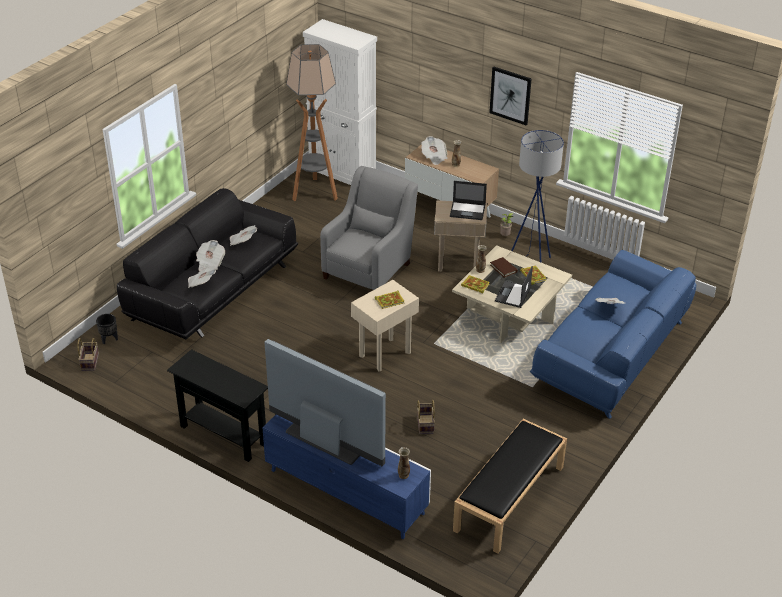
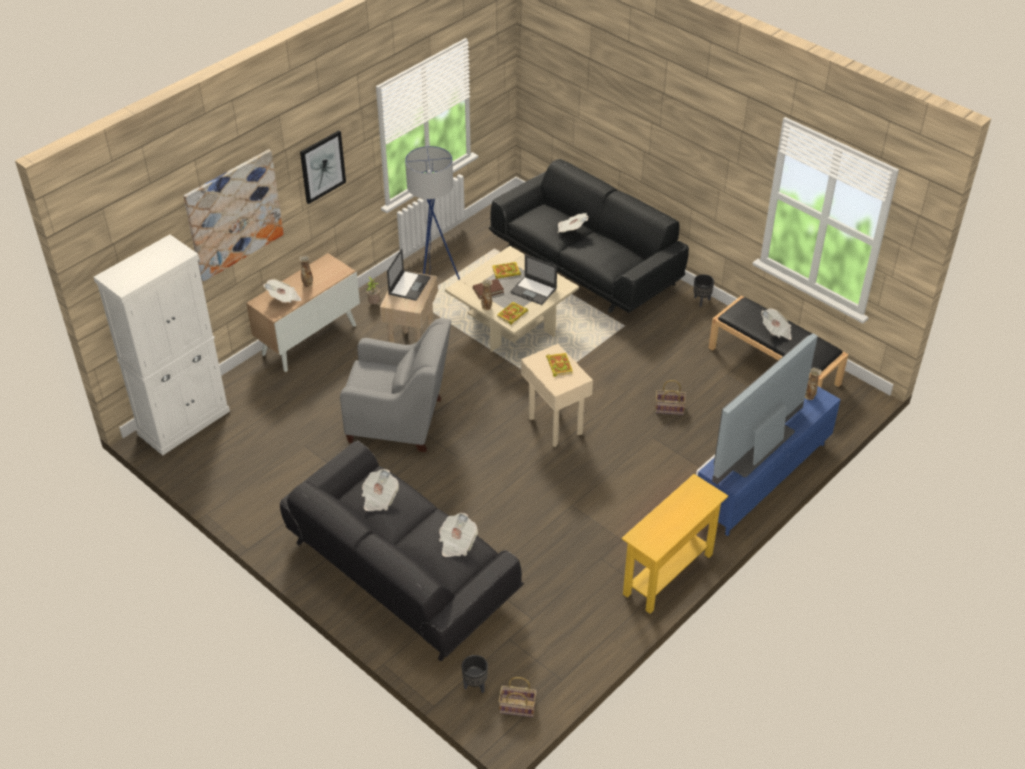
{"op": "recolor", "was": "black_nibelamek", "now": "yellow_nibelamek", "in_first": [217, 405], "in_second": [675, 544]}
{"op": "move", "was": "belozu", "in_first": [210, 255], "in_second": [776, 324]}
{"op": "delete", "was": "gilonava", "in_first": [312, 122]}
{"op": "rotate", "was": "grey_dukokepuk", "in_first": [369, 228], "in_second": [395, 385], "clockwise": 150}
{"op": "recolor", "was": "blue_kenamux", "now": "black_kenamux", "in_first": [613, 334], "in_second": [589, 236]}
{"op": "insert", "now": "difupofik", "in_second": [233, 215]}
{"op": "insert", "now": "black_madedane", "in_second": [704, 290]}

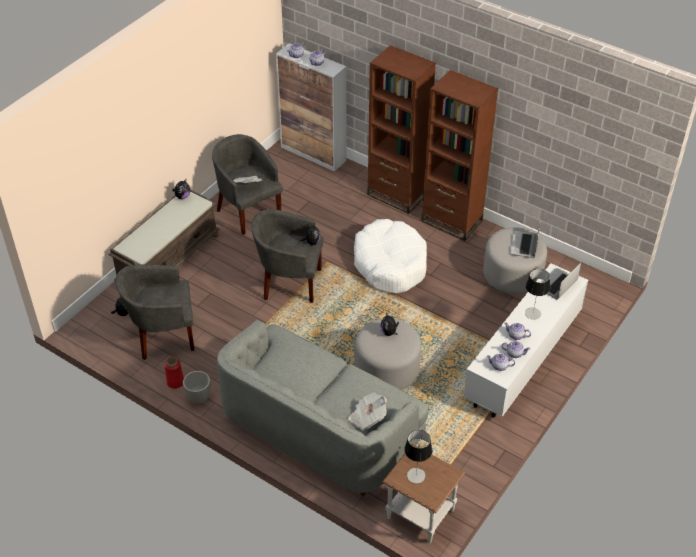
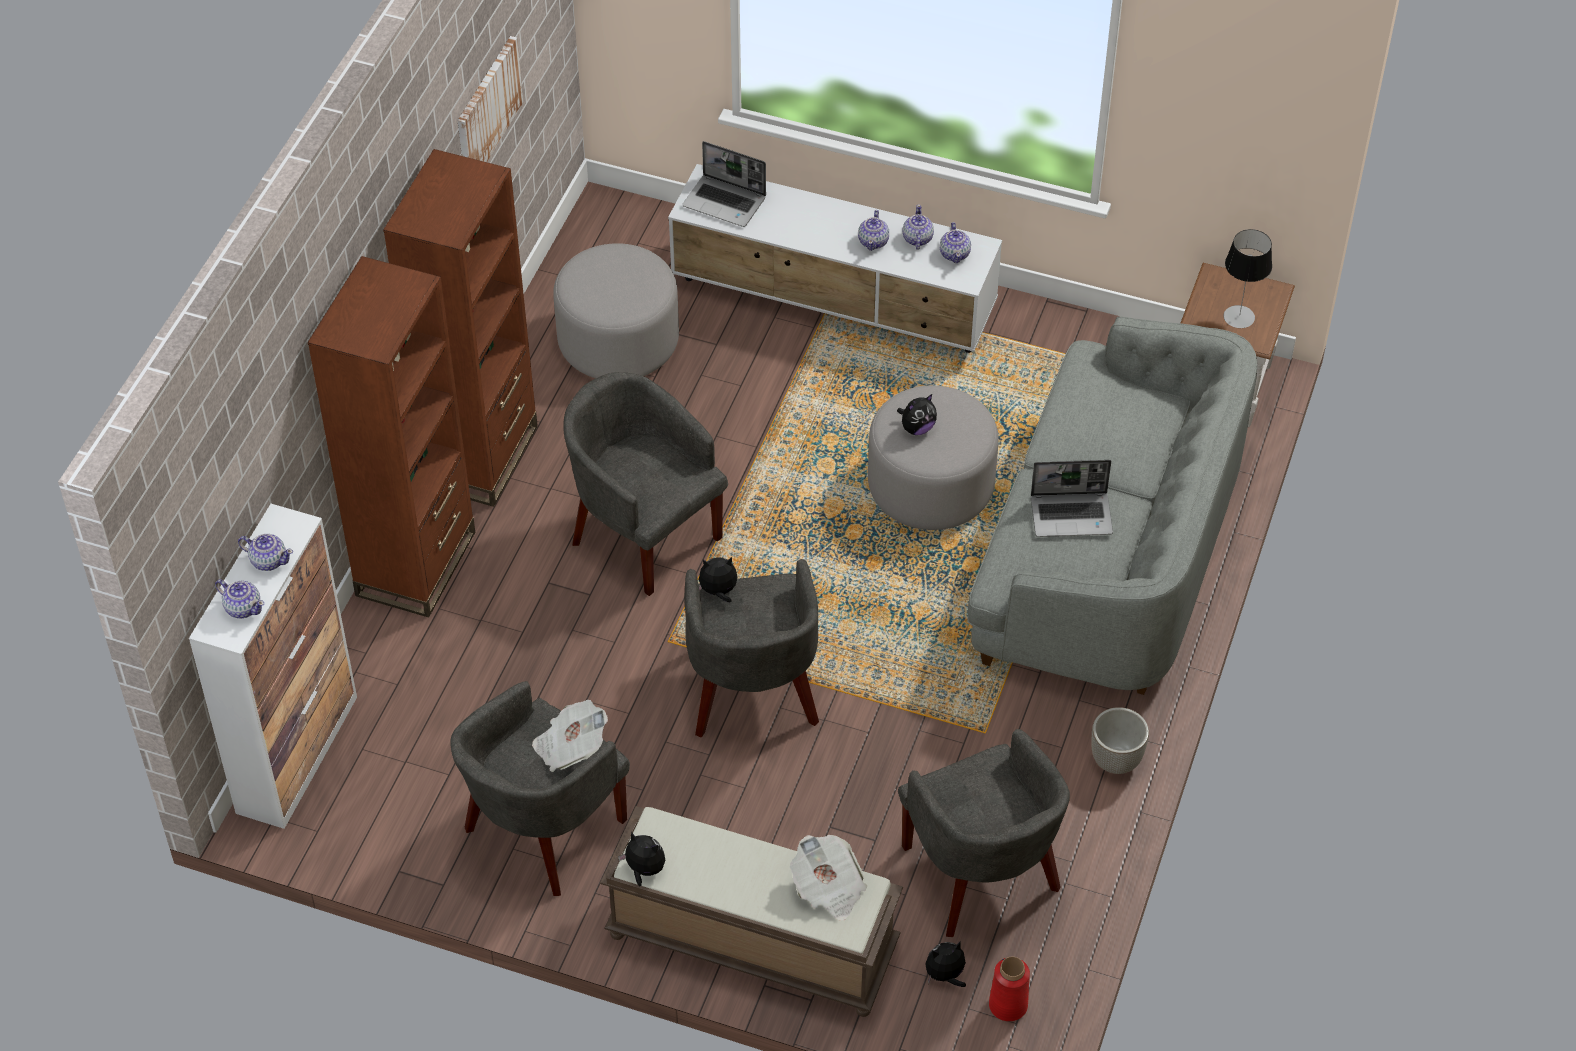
{"op": "move", "was": "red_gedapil", "in_first": [174, 373], "in_second": [1009, 989]}
{"op": "move", "was": "belozu", "in_first": [367, 411], "in_second": [828, 878]}
{"op": "replace", "was": "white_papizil", "now": "grey_dukokepuk", "in_first": [390, 256], "in_second": [645, 484]}
{"op": "move", "was": "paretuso", "in_first": [525, 237], "in_second": [1072, 498]}
{"op": "delete", "was": "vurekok", "in_first": [537, 294]}
{"op": "insert", "now": "difupofik", "in_second": [490, 99]}

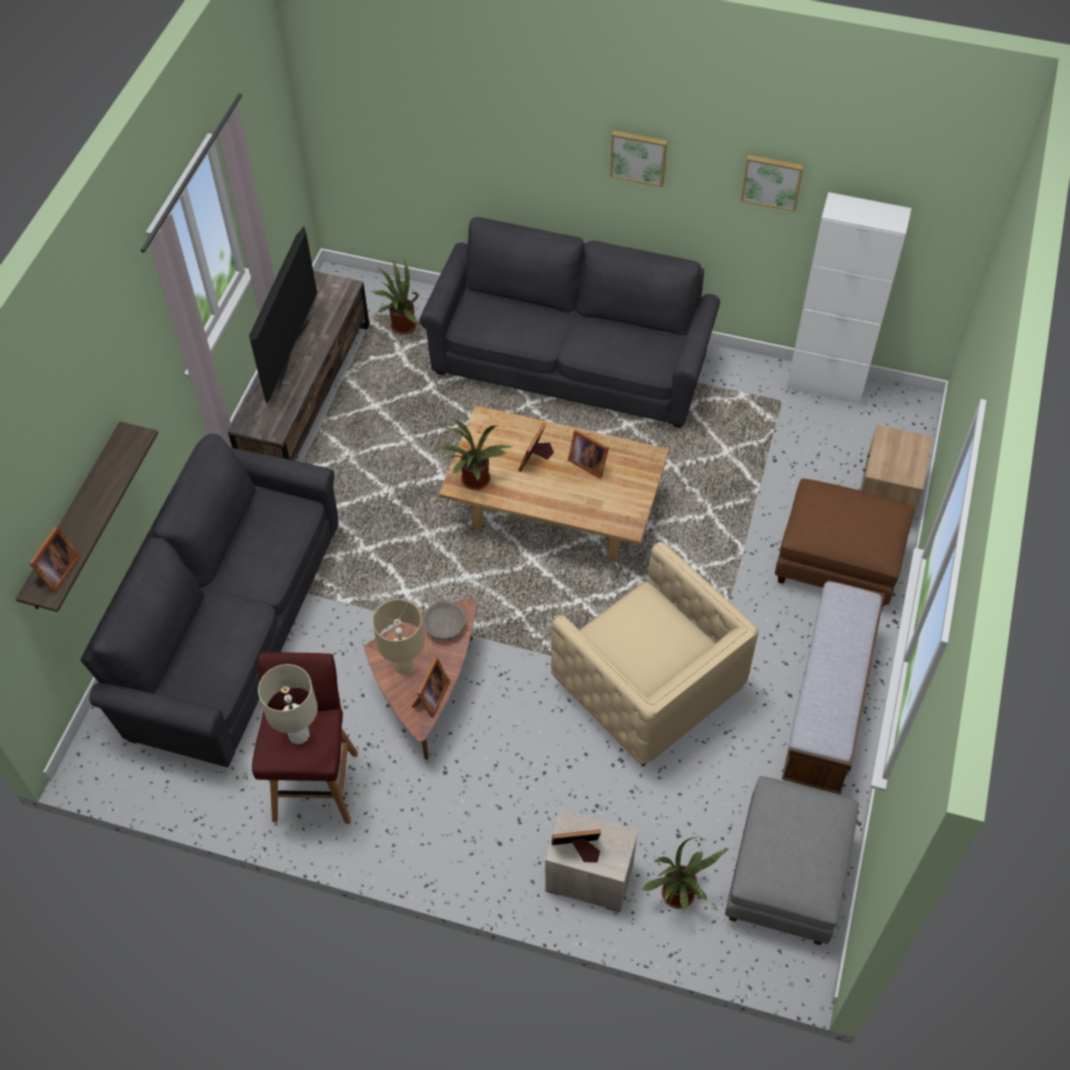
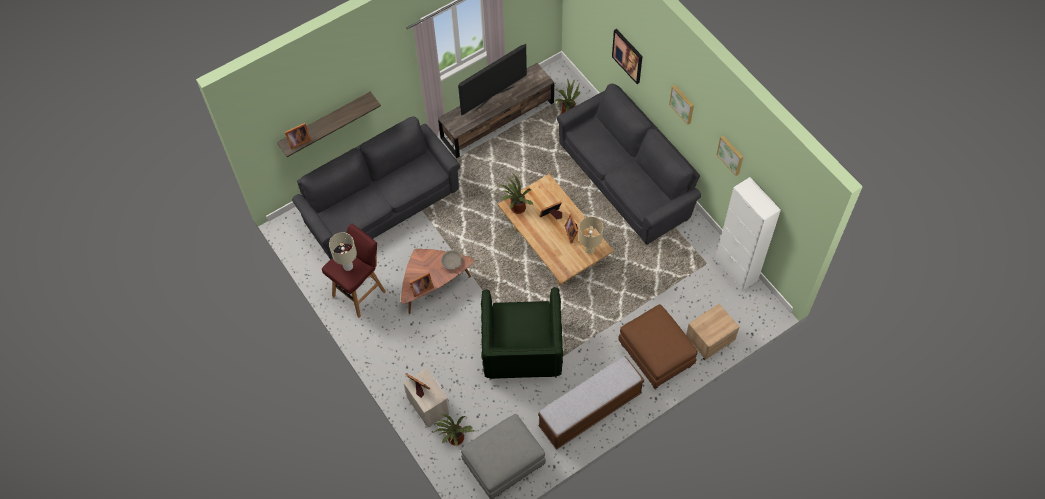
{"op": "move", "was": "beige_vurekok", "in_first": [398, 637], "in_second": [591, 235]}
{"op": "recolor", "was": "beige_dukokepuk", "now": "green_dukokepuk", "in_first": [655, 654], "in_second": [522, 333]}
{"op": "insert", "now": "difupofik", "in_second": [627, 56]}

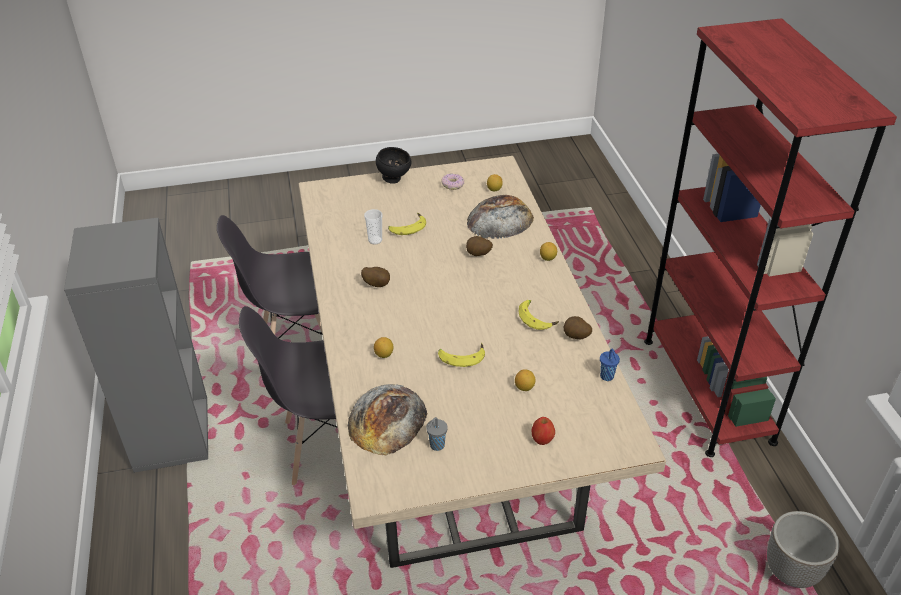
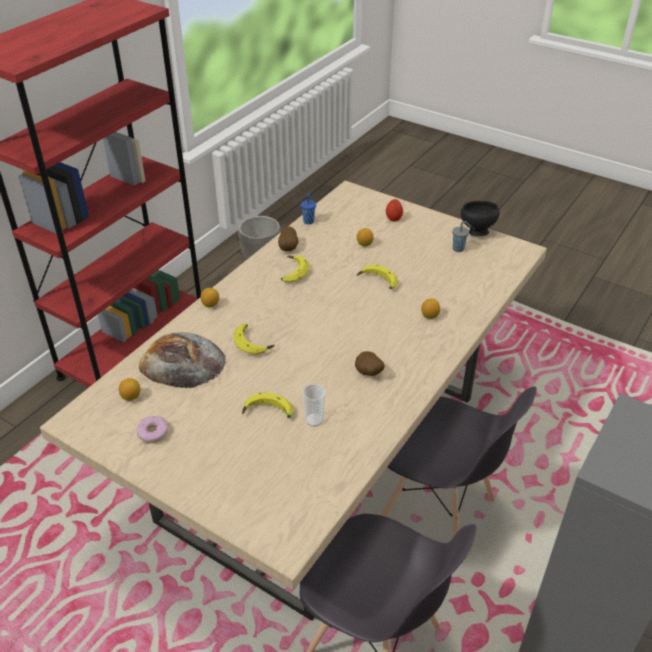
{"op": "delete", "was": "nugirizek", "in_first": [388, 419]}
{"op": "move", "was": "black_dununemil", "in_first": [393, 165], "in_second": [480, 218]}
{"op": "replace", "was": "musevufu", "now": "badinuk", "in_first": [479, 246], "in_second": [254, 339]}

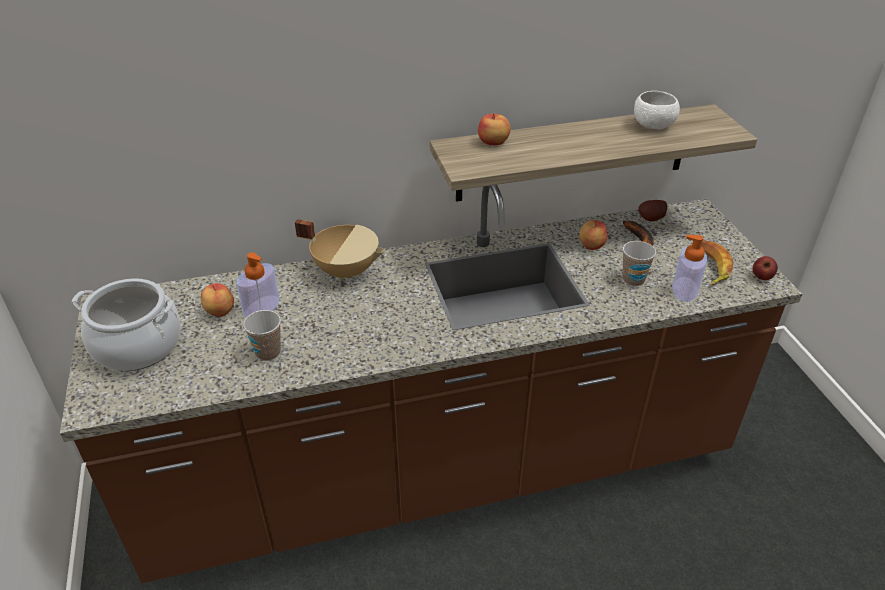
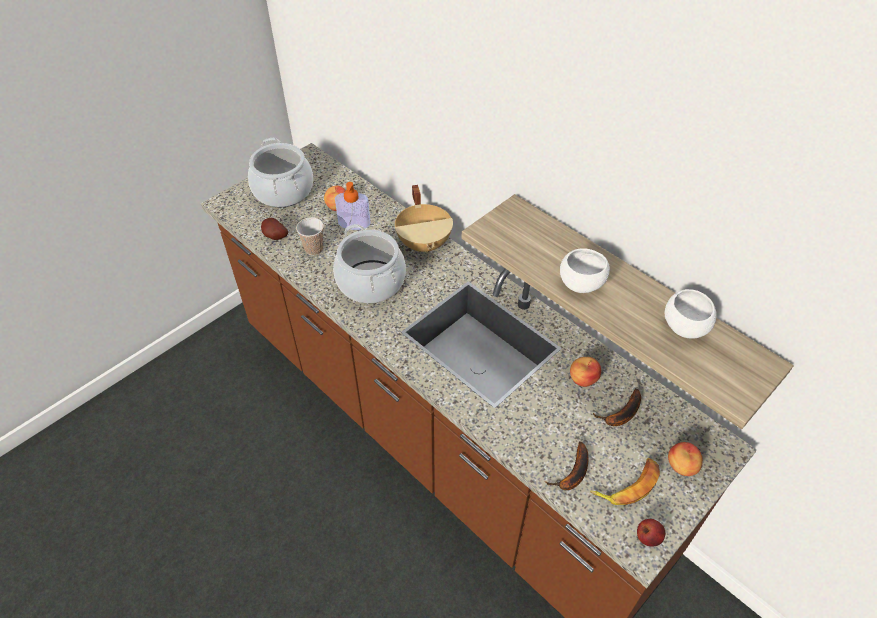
{"op": "move", "was": "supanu", "in_first": [494, 129], "in_second": [685, 459]}
{"op": "delete", "was": "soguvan", "in_first": [639, 263]}
{"op": "move", "was": "musevufu", "in_first": [653, 210], "in_second": [274, 229]}
{"op": "replace", "was": "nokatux", "now": "badinuk", "in_first": [689, 268], "in_second": [567, 465]}
{"op": "insert", "now": "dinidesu", "in_second": [369, 263]}
{"op": "insert", "now": "white_dununemil", "in_second": [585, 270]}

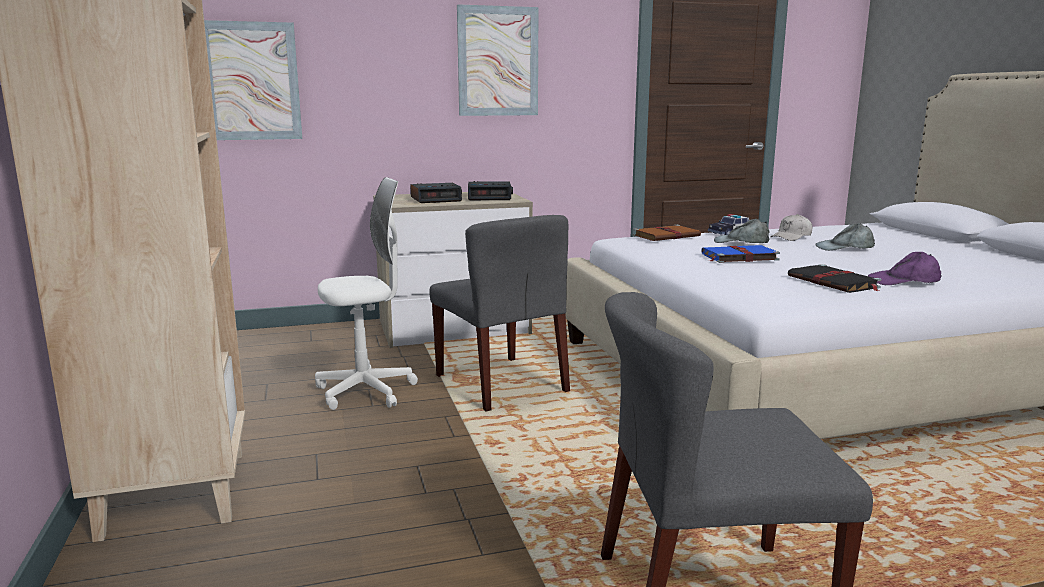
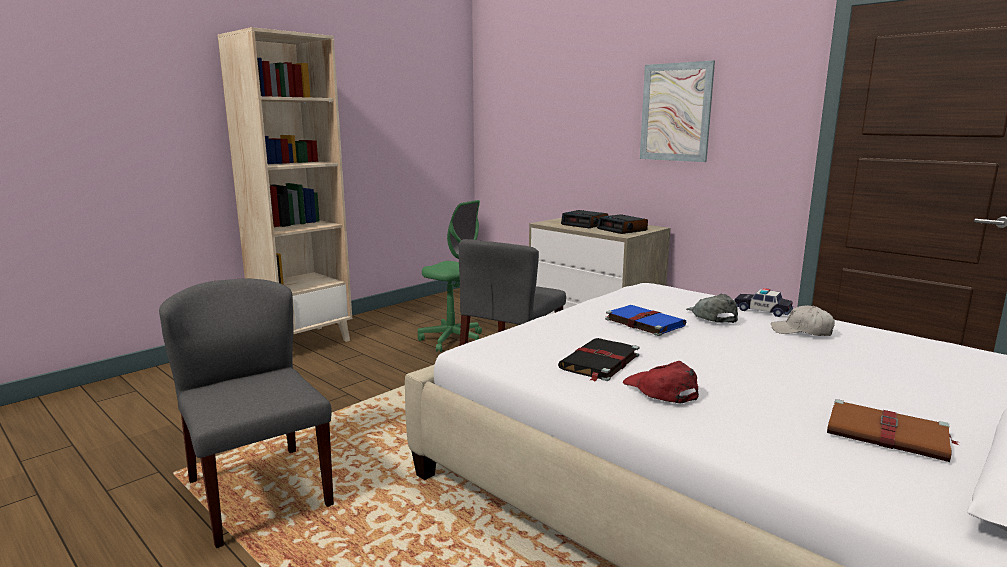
{"op": "delete", "was": "difupofik", "in_first": [253, 80]}
{"op": "recolor", "was": "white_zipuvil", "now": "green_zipuvil", "in_first": [366, 293], "in_second": [450, 276]}
{"op": "move", "was": "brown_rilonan", "in_first": [667, 233], "in_second": [893, 430]}
{"op": "delete", "was": "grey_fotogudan", "in_first": [845, 237]}
{"op": "recolor", "was": "purple_fotogudan", "now": "red_fotogudan", "in_first": [905, 268], "in_second": [661, 382]}

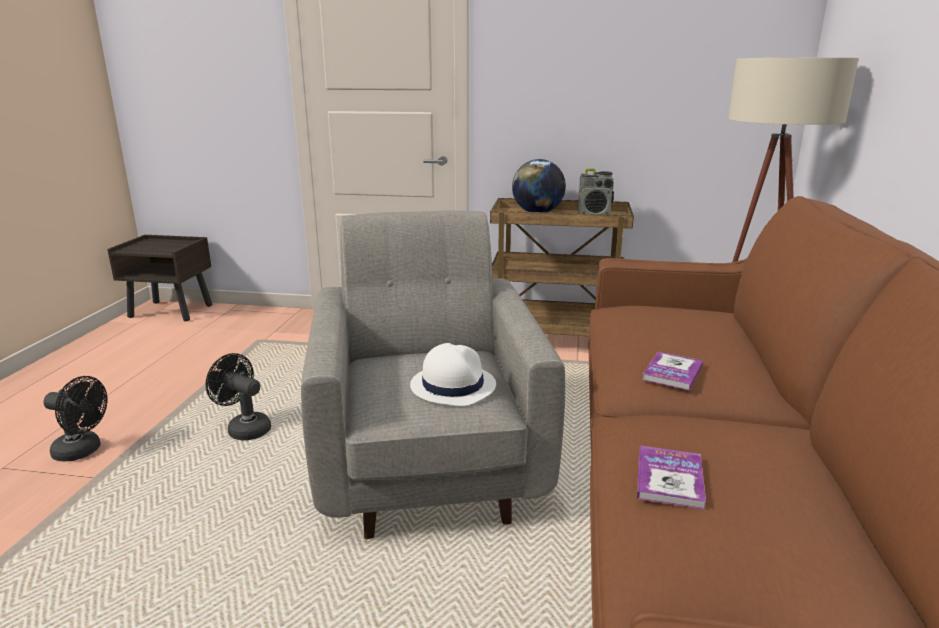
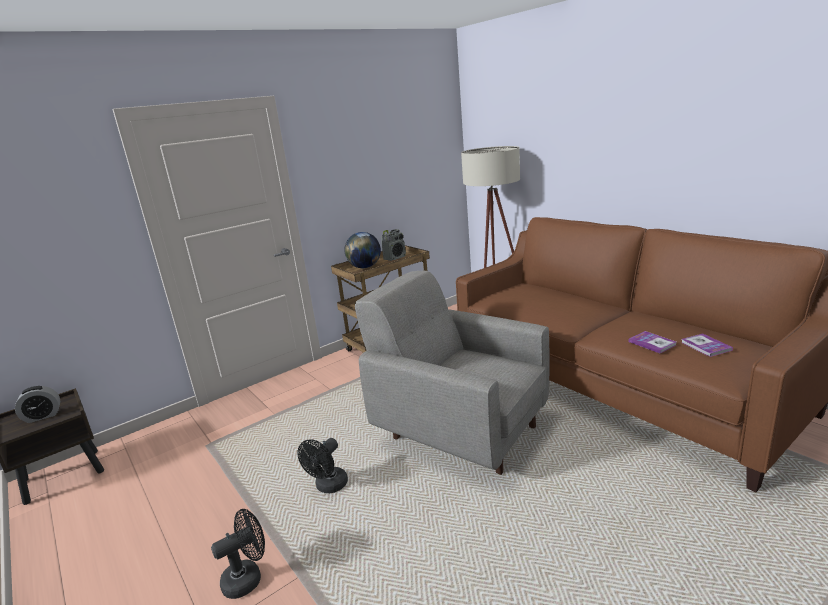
{"op": "rotate", "was": "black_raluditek", "in_first": [238, 397], "in_second": [322, 465], "clockwise": -45}
{"op": "delete", "was": "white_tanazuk", "in_first": [453, 374]}
{"op": "move", "was": "rilonan", "in_first": [672, 371], "in_second": [707, 345]}
{"op": "insert", "now": "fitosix", "in_second": [37, 404]}

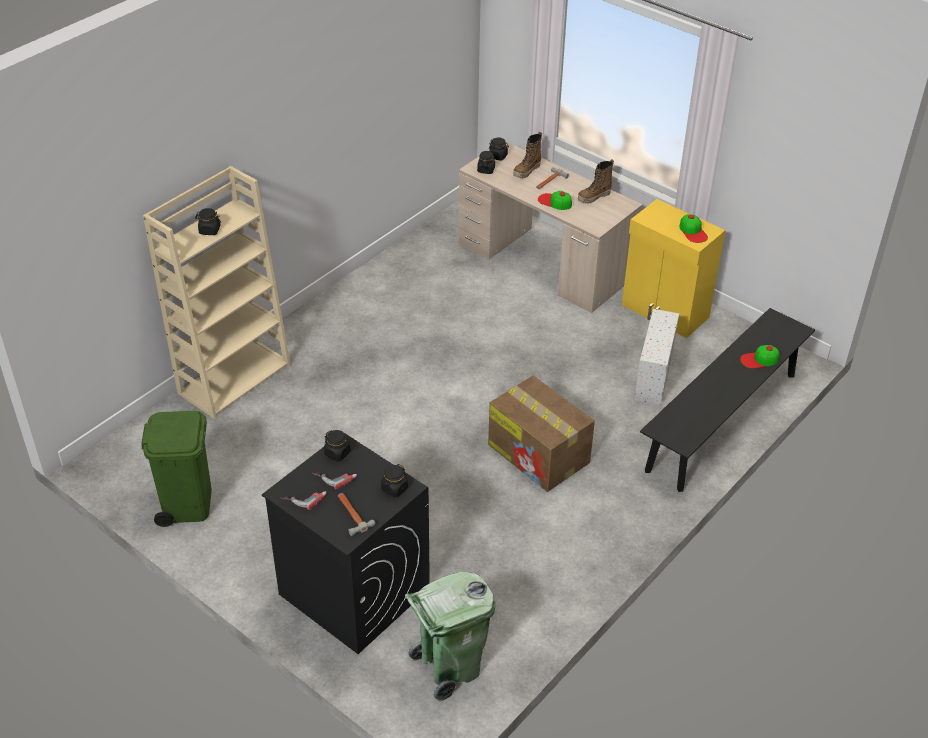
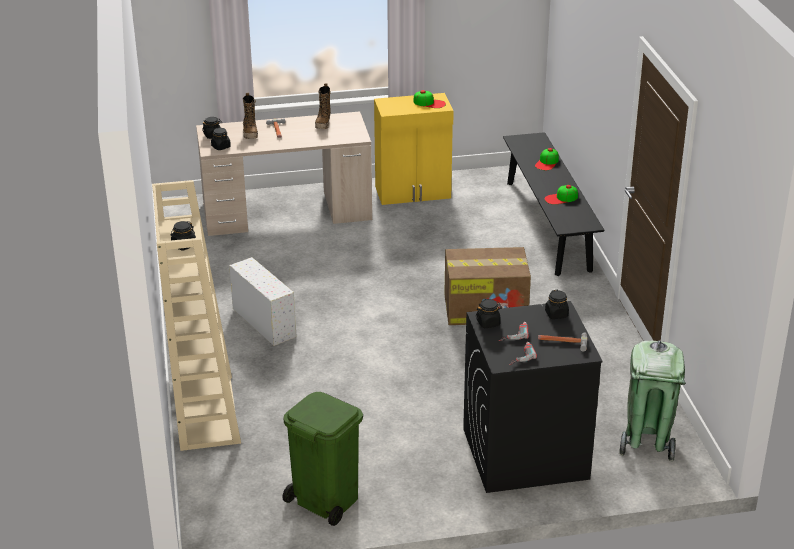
{"op": "move", "was": "fotogudan", "in_first": [555, 200], "in_second": [561, 195]}
{"op": "move", "was": "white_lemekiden", "in_first": [656, 357], "in_second": [262, 301]}

